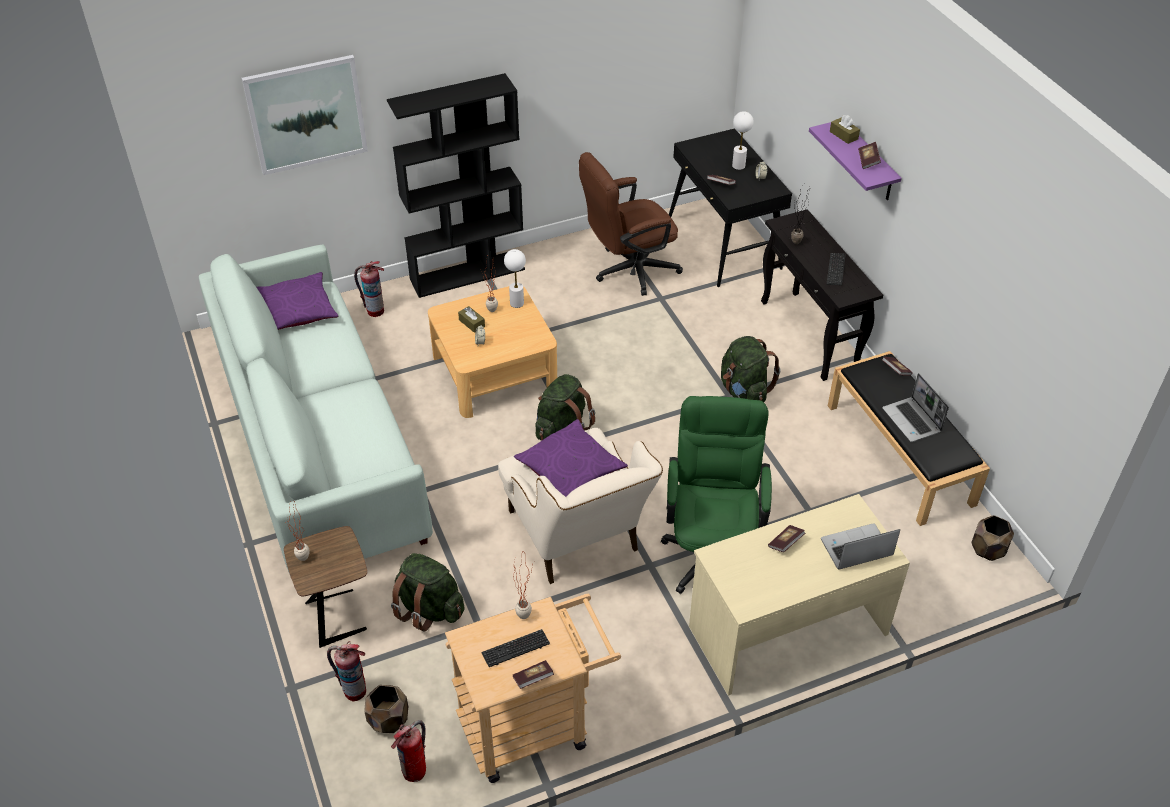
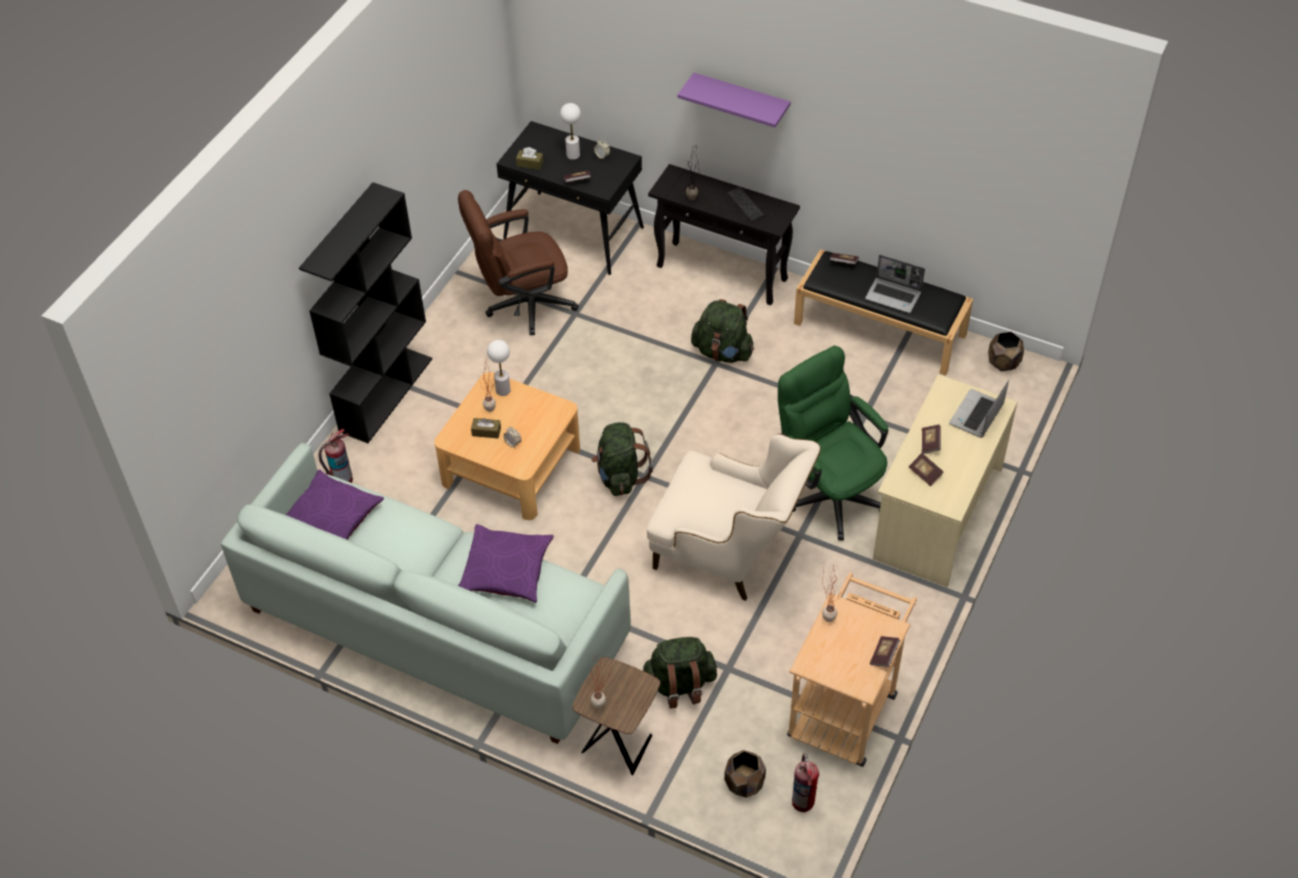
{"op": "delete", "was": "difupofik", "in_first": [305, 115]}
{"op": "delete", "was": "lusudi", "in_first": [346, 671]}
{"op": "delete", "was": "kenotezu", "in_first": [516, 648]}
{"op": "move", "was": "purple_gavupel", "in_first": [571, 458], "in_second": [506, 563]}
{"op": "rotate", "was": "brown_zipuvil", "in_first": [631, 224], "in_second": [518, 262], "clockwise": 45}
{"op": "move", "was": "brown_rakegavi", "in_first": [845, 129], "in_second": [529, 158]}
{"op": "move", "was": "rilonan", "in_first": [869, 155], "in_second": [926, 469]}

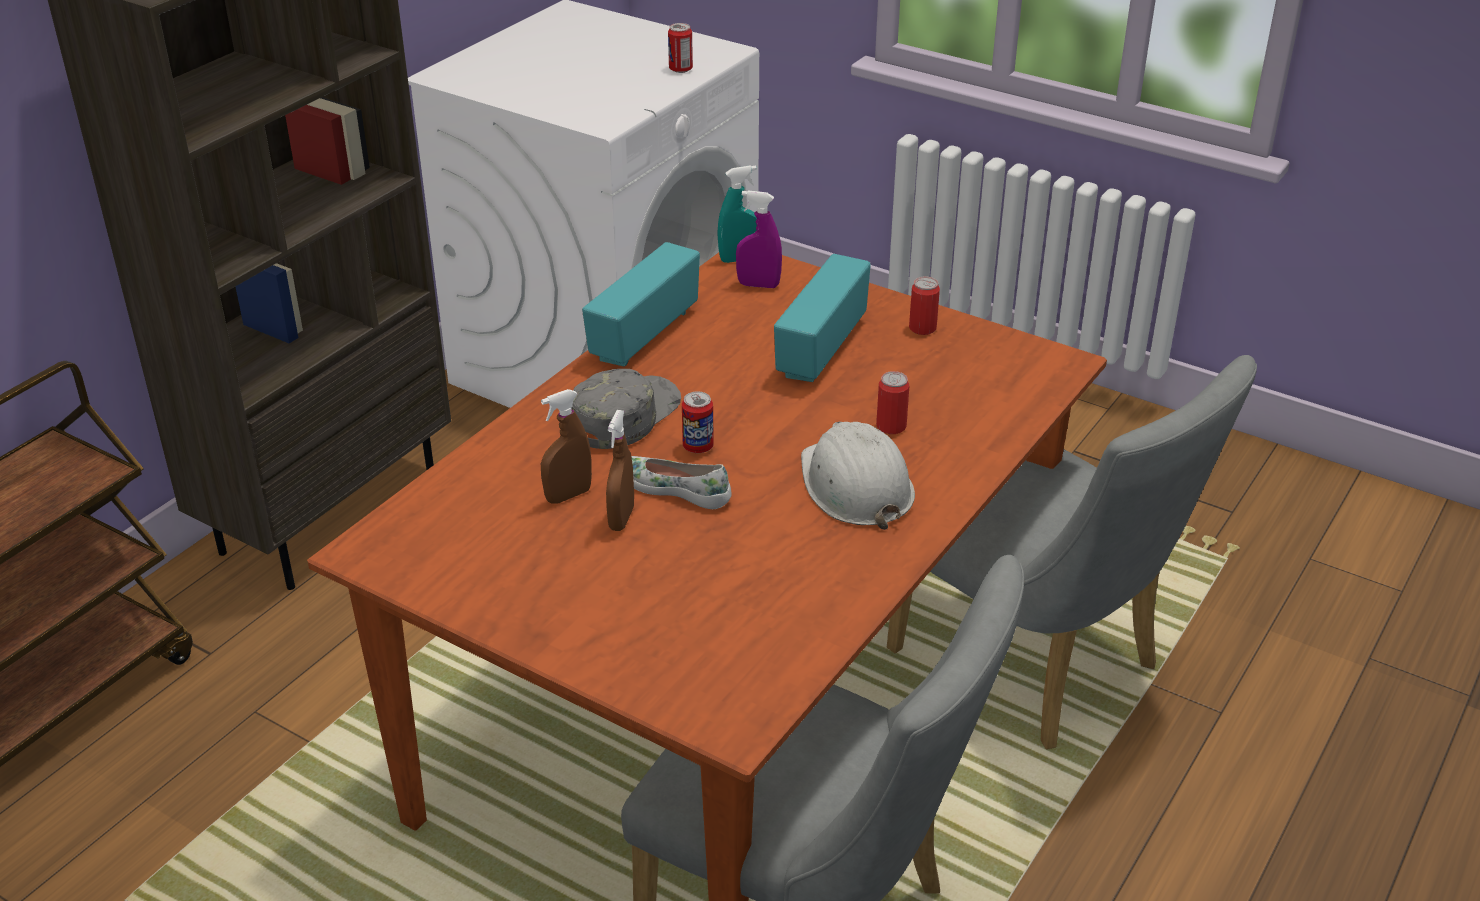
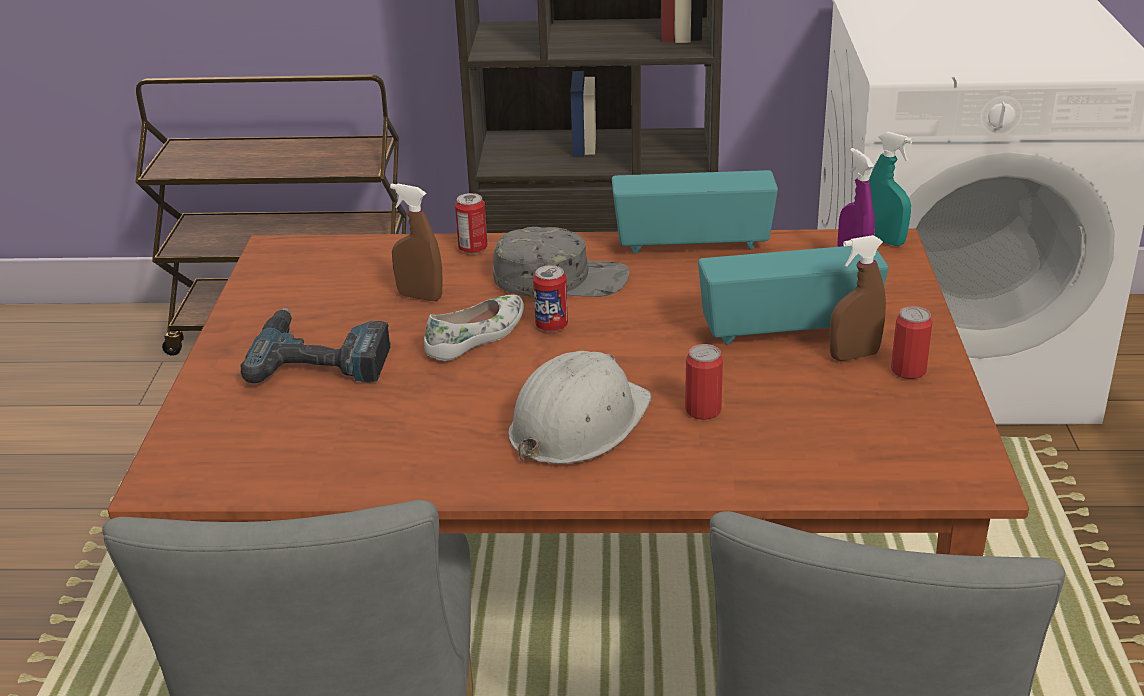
{"op": "move", "was": "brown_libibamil", "in_first": [620, 470], "in_second": [858, 298]}
{"op": "rotate", "was": "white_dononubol", "in_first": [681, 482], "in_second": [474, 328], "clockwise": 45}
{"op": "move", "was": "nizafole", "in_first": [680, 48], "in_second": [471, 223]}
{"op": "insert", "now": "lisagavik", "in_second": [315, 345]}

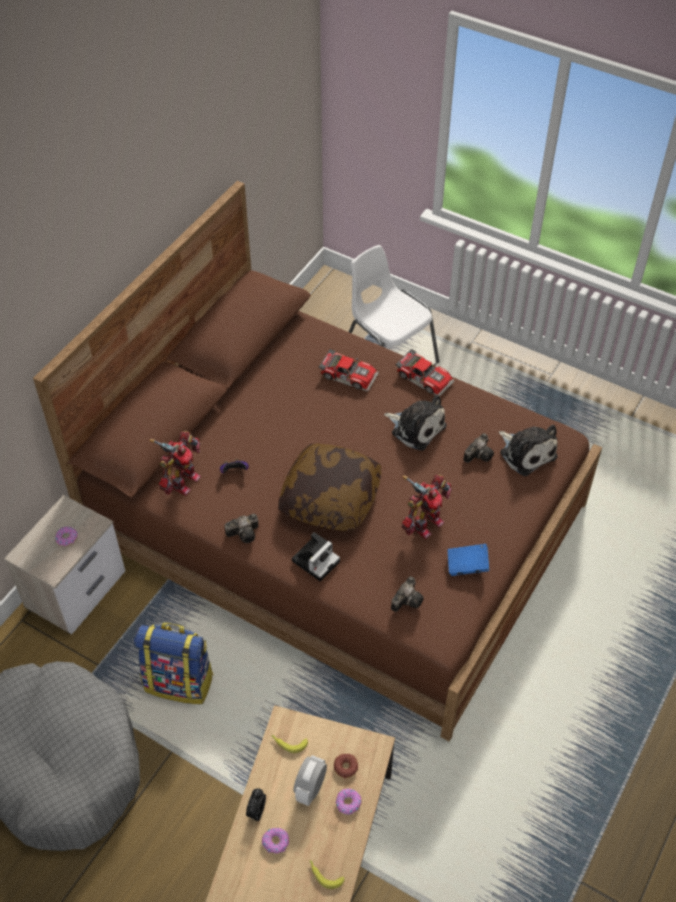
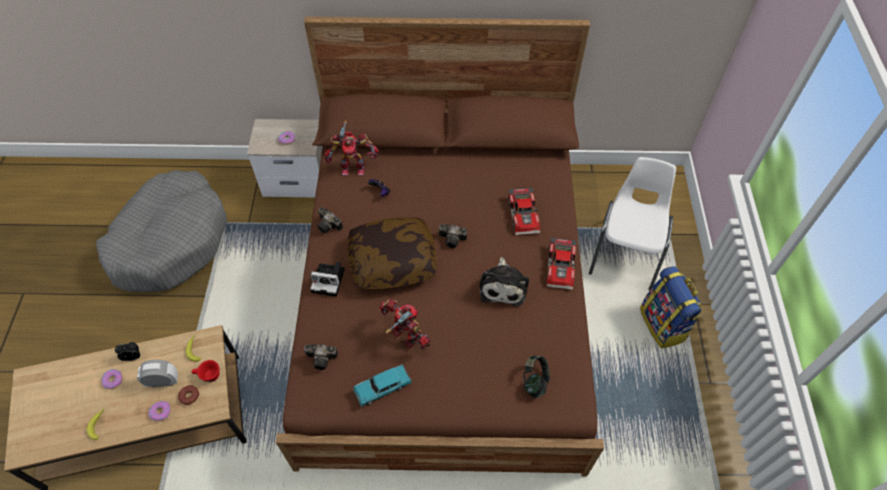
{"op": "move", "was": "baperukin", "in_first": [174, 663], "in_second": [671, 307]}
{"op": "rotate", "was": "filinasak", "in_first": [427, 506], "in_second": [405, 324], "clockwise": -150}
{"op": "replace", "was": "blue_rilonan", "now": "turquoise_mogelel", "in_first": [468, 560], "in_second": [382, 385]}
{"op": "move", "was": "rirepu", "in_first": [478, 448], "in_second": [453, 236]}
{"op": "replace", "was": "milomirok", "now": "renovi", "in_first": [528, 450], "in_second": [536, 377]}
{"op": "insert", "now": "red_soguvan", "in_second": [206, 371]}

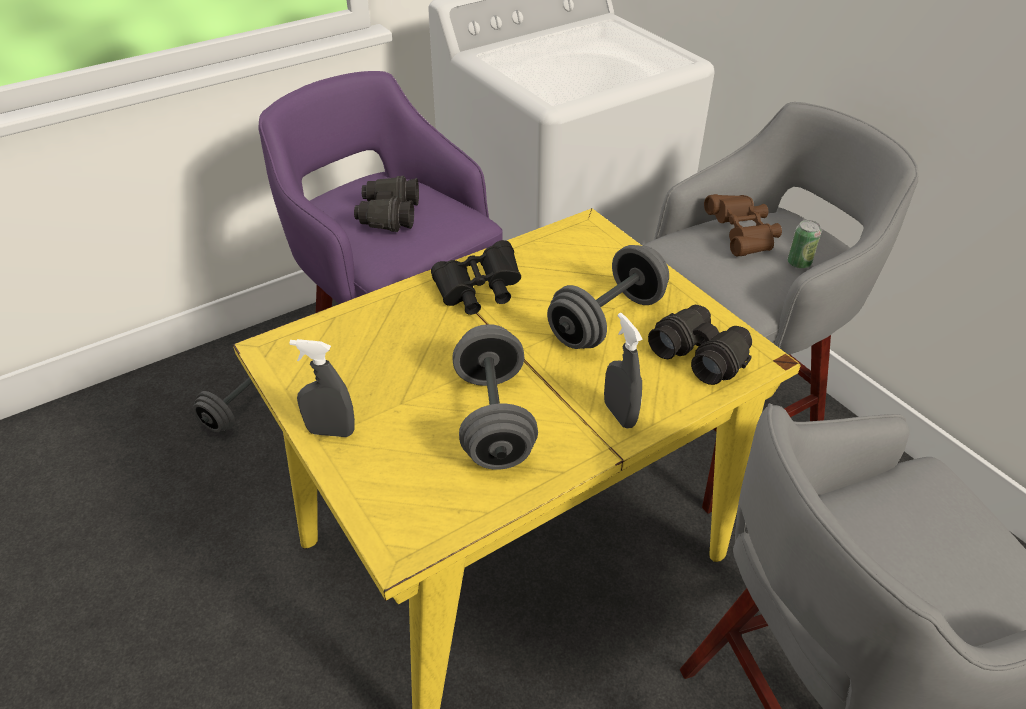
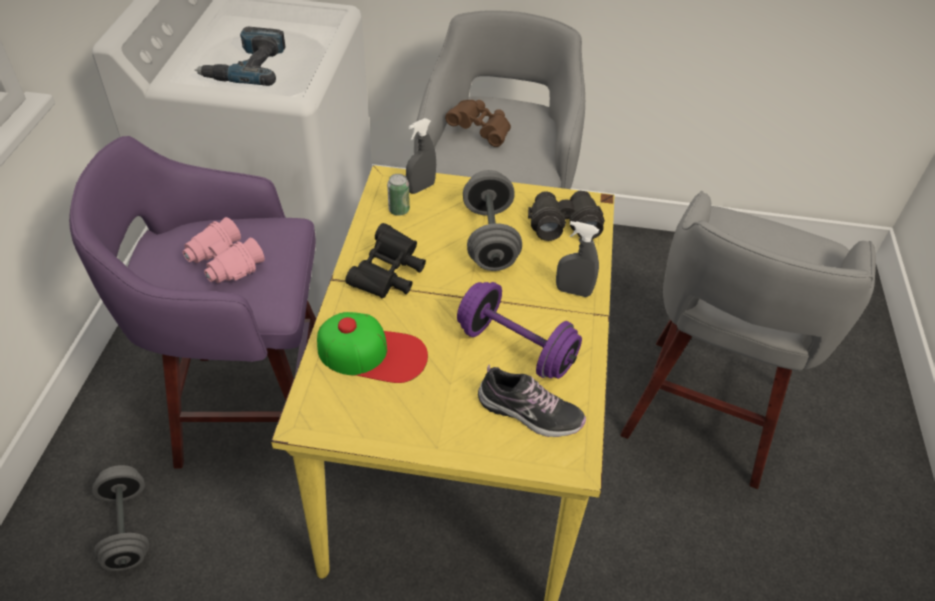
{"op": "move", "was": "grey_libibamil", "in_first": [322, 388], "in_second": [421, 156]}
{"op": "recolor", "was": "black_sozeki", "now": "pink_sozeki", "in_first": [386, 204], "in_second": [223, 250]}
{"op": "recolor", "was": "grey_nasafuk", "now": "purple_nasafuk", "in_first": [495, 397], "in_second": [519, 330]}
{"op": "move", "was": "nizafole", "in_first": [804, 244], "in_second": [398, 195]}
{"op": "insert", "now": "lisagavik", "in_second": [240, 56]}
{"op": "insert", "now": "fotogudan", "in_second": [372, 347]}
{"op": "insert", "now": "dononubol", "in_second": [532, 401]}

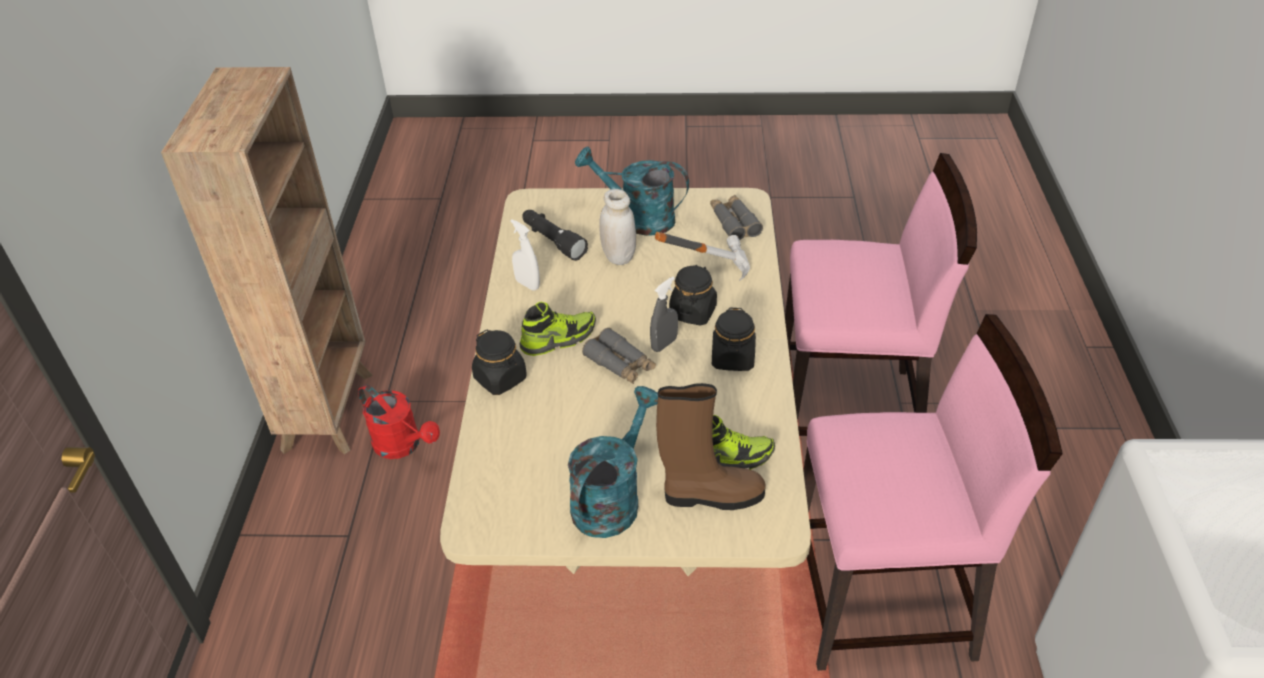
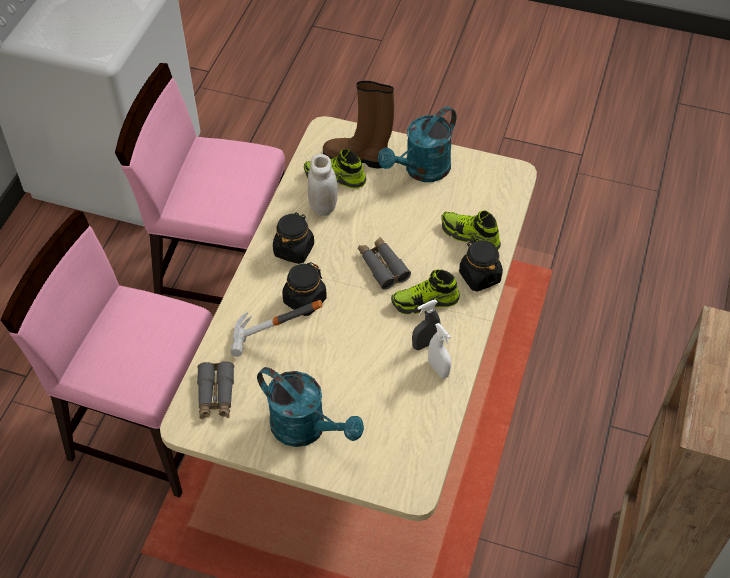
{"op": "delete", "was": "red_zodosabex", "in_first": [399, 421]}
{"op": "delete", "was": "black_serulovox", "in_first": [555, 235]}
{"op": "move", "was": "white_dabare", "in_first": [617, 227], "in_second": [323, 185]}
{"op": "move", "was": "grey_libibamil", "in_first": [664, 314], "in_second": [426, 325]}
{"op": "insert", "now": "dononubol", "in_second": [471, 230]}

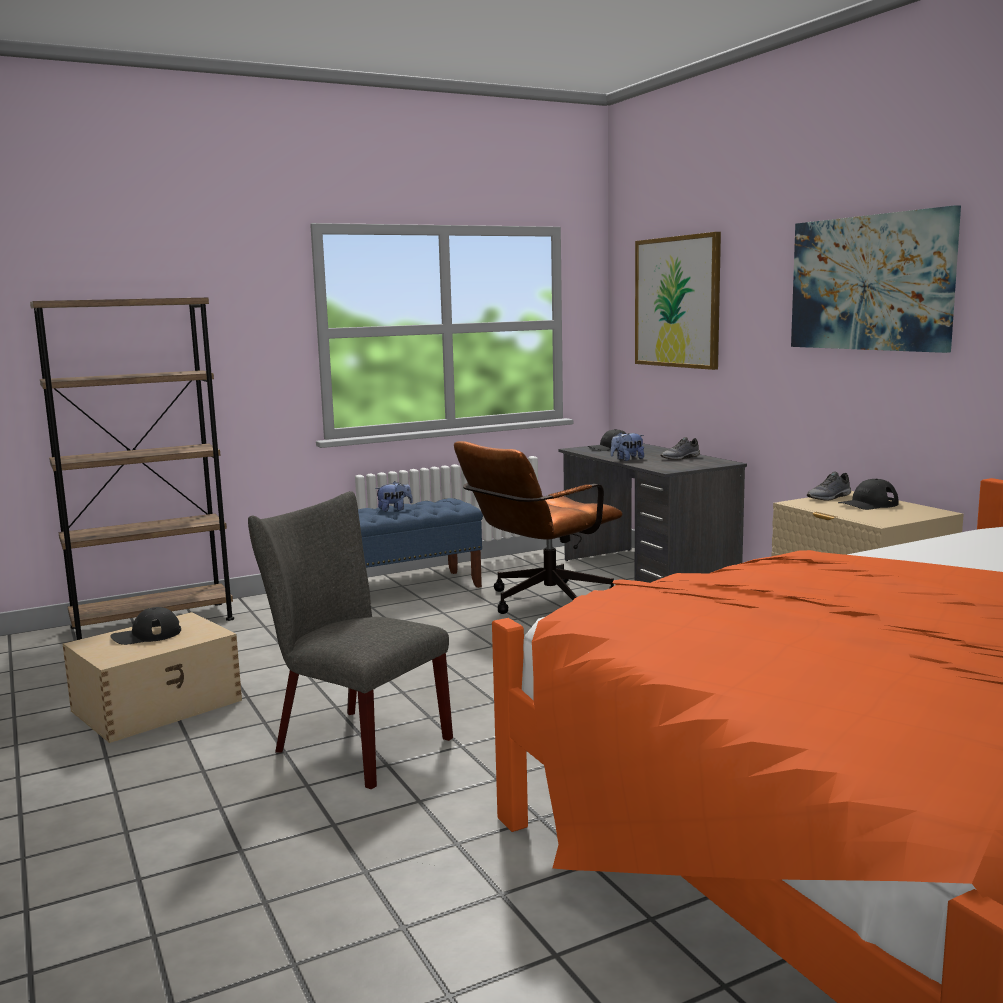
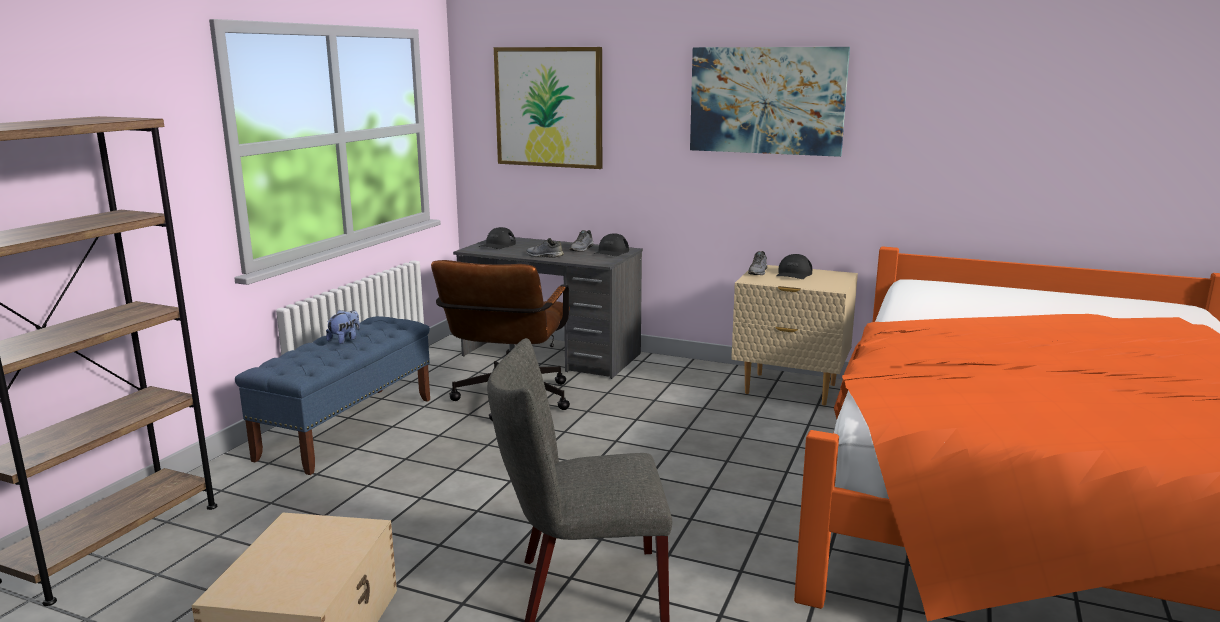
{"op": "move", "was": "black_fotogudan", "in_first": [145, 626], "in_second": [611, 245]}
{"op": "replace", "was": "milomirok", "now": "grey_dononubol", "in_first": [627, 446], "in_second": [545, 248]}

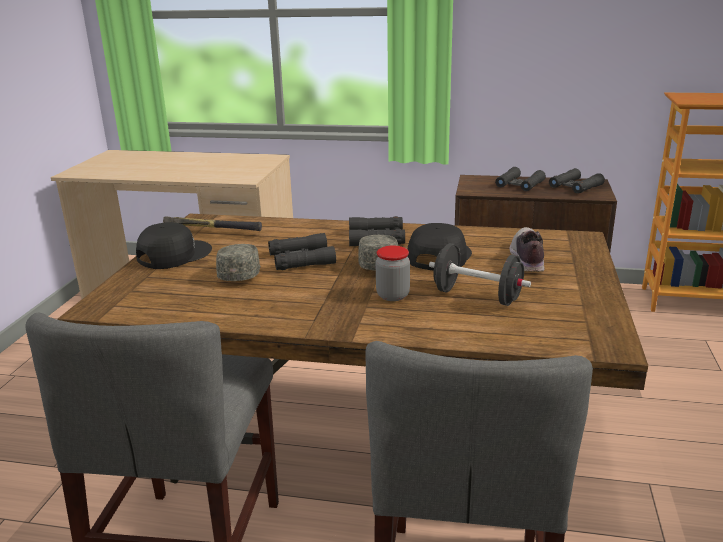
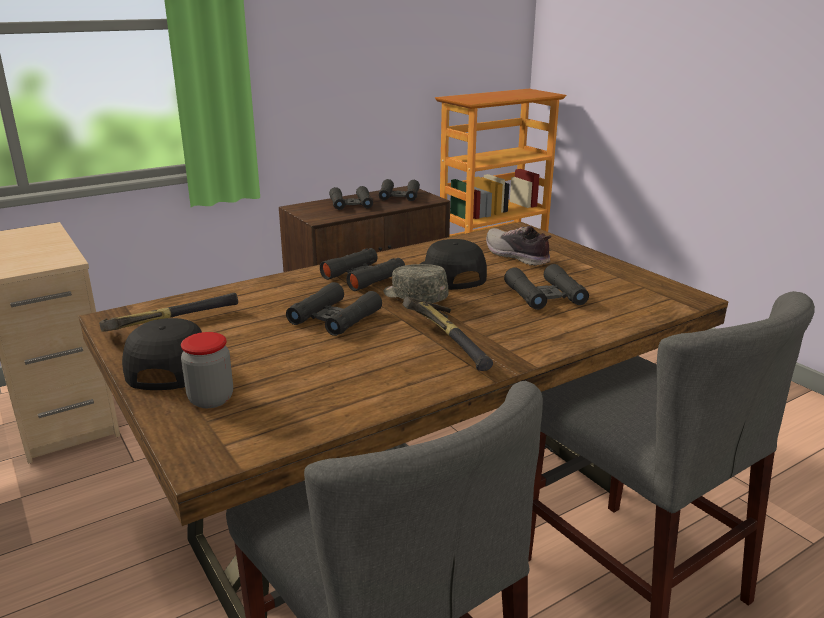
{"op": "delete", "was": "grey_fotogudan", "in_first": [238, 262]}
{"op": "move", "was": "dabare", "in_first": [393, 273], "in_second": [207, 370]}
{"op": "replace", "was": "black_nasafuk", "now": "black_sozeki", "in_first": [480, 274], "in_second": [546, 287]}
{"op": "insert", "now": "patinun", "in_second": [448, 334]}

